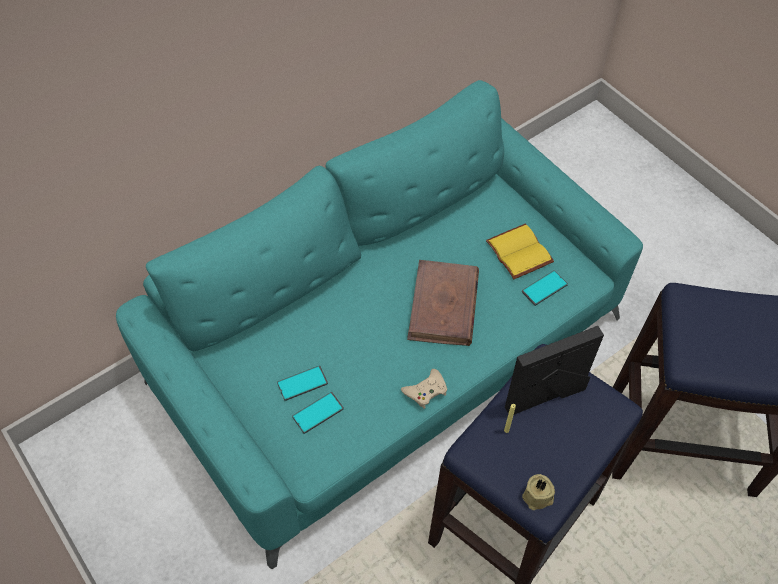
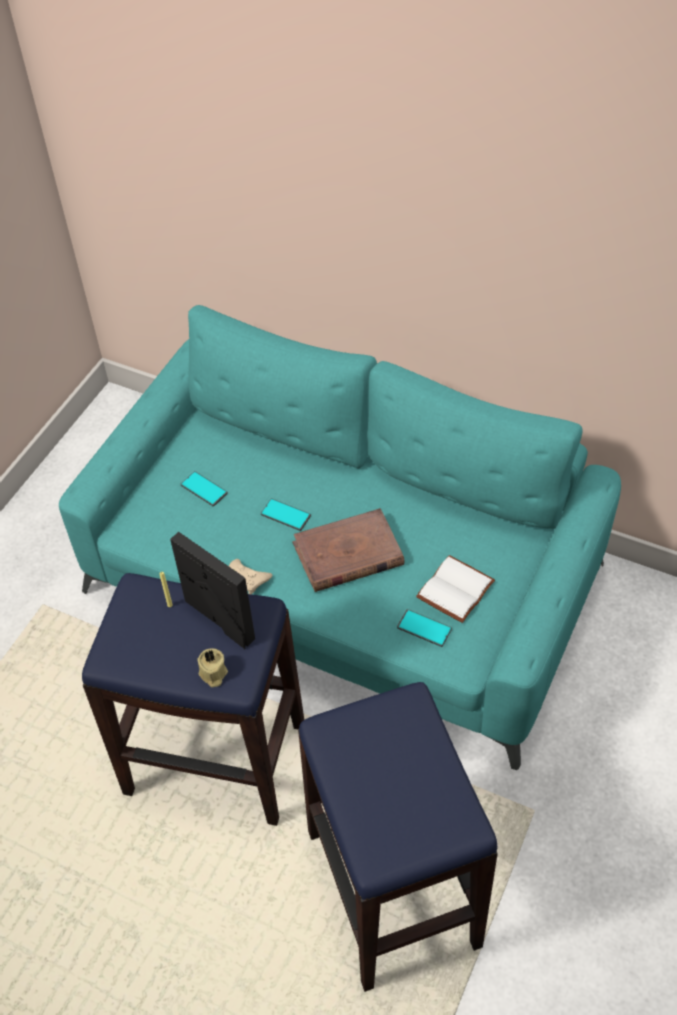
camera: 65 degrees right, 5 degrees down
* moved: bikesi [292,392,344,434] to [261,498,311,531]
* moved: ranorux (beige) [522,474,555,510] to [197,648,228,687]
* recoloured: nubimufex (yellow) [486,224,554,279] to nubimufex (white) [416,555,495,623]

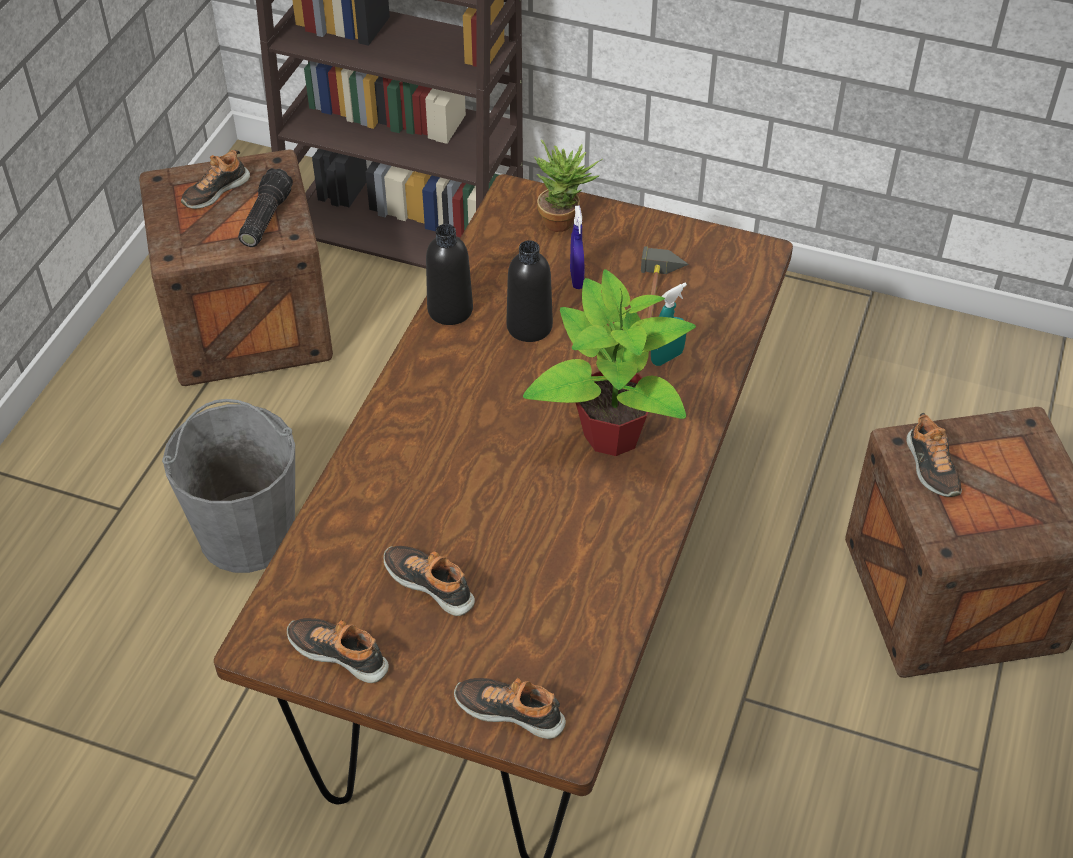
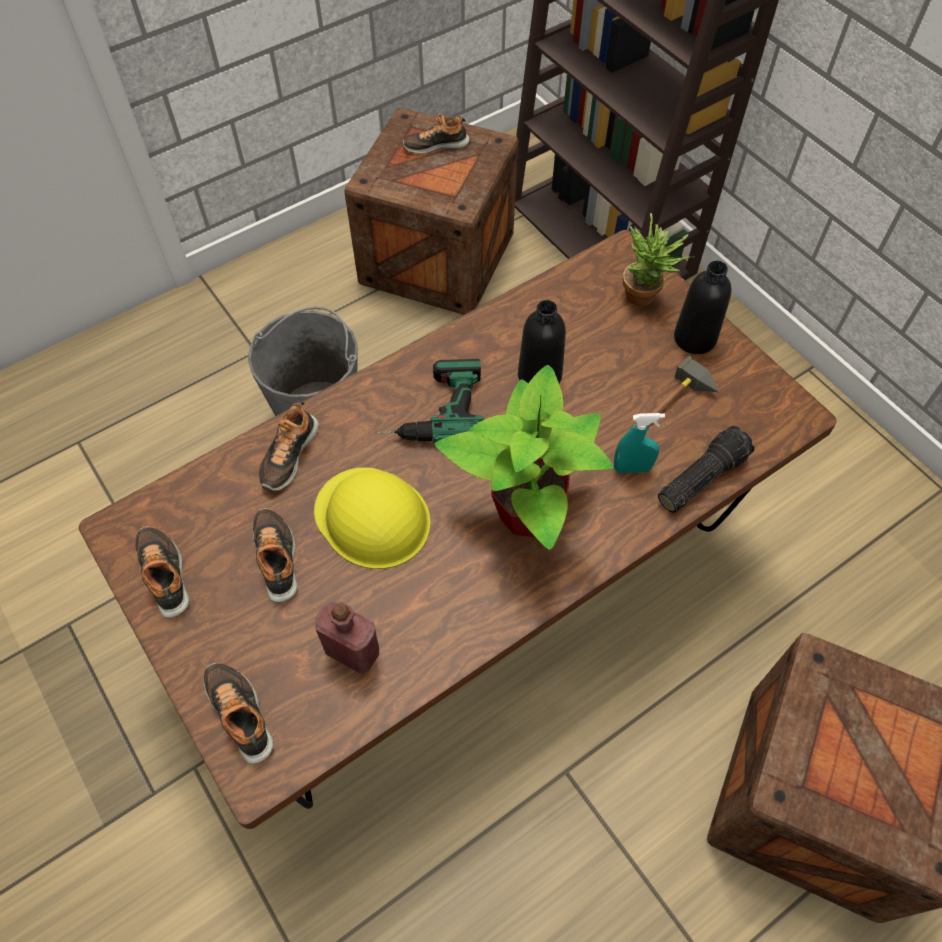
camera: 35 degrees right, 10 degrees up
* removed: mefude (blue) [570,206,584,289]
* added: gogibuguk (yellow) [314,467,431,569]
* added: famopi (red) [314,601,379,674]
* added: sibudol [375,359,484,442]
* moved: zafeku [238,168,293,247] to [658,426,755,513]
* moved: famopi (black) [426,224,473,325] to [674,261,732,354]
* moved: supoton [906,413,962,497] to [259,402,319,491]

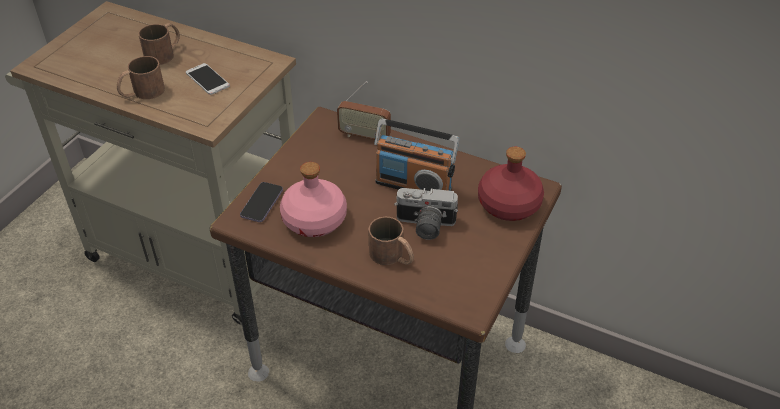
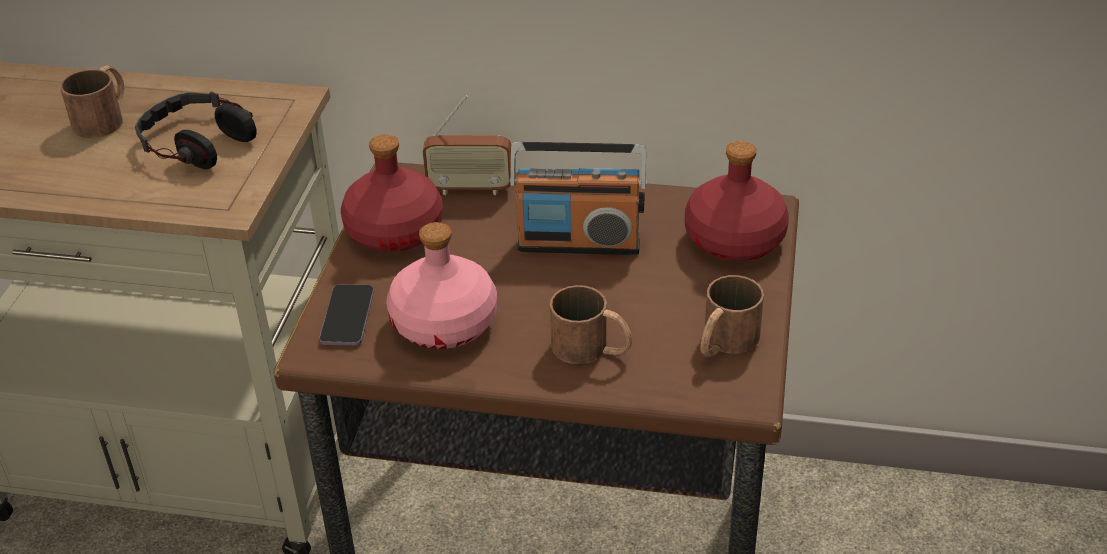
camera: 15 degrees left, 5 degrees down
* removed: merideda [394,188,458,240]
* added: famopi (red) [341,134,443,252]
* moved: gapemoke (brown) [117,56,165,99] to [700,275,764,357]
* replaced: bikesi [186,63,230,95] to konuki [135,91,257,169]

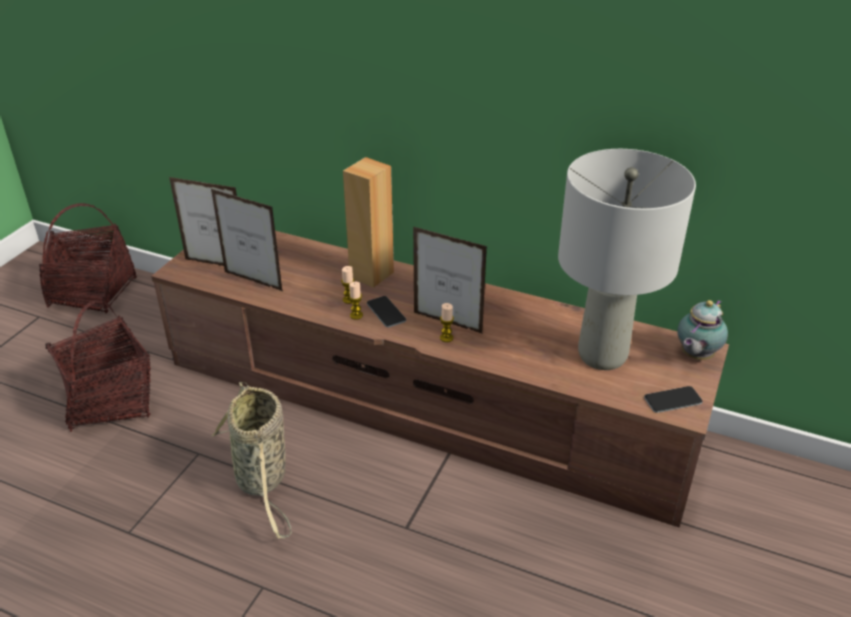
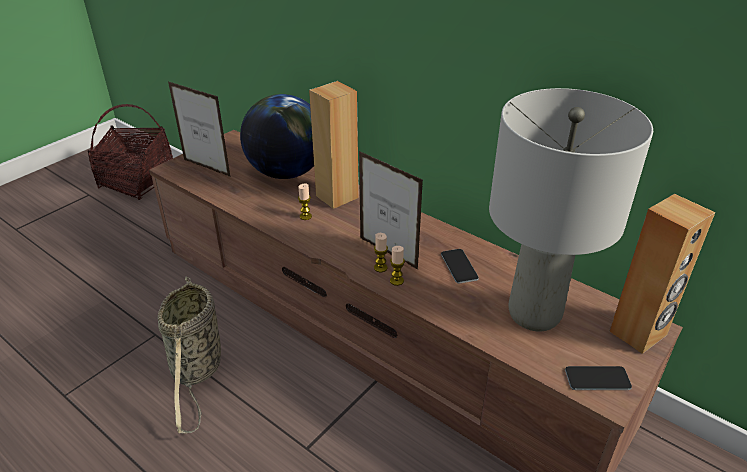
camera: 15 degrees right, 0 degrees up
* removed: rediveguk [46,300,151,432]
* removed: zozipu [211,189,282,291]
* added: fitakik [240,94,314,179]
* moved: ranorux [349,282,363,320] to [390,246,405,286]
* moved: bikesi [367,296,406,327] to [441,249,479,283]
* replaced: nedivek [677,300,728,360] to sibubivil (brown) [610,194,715,354]

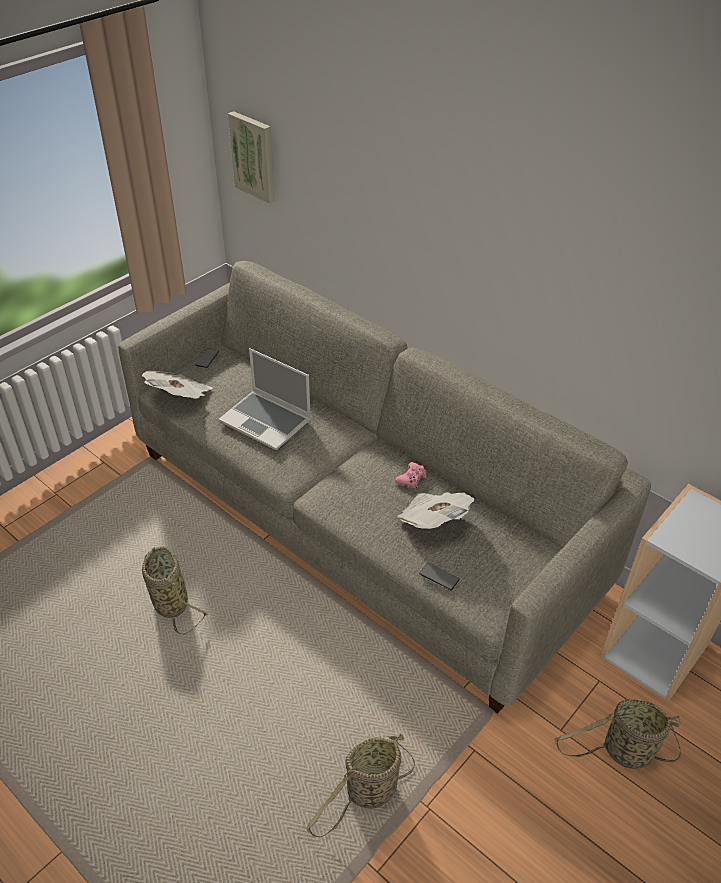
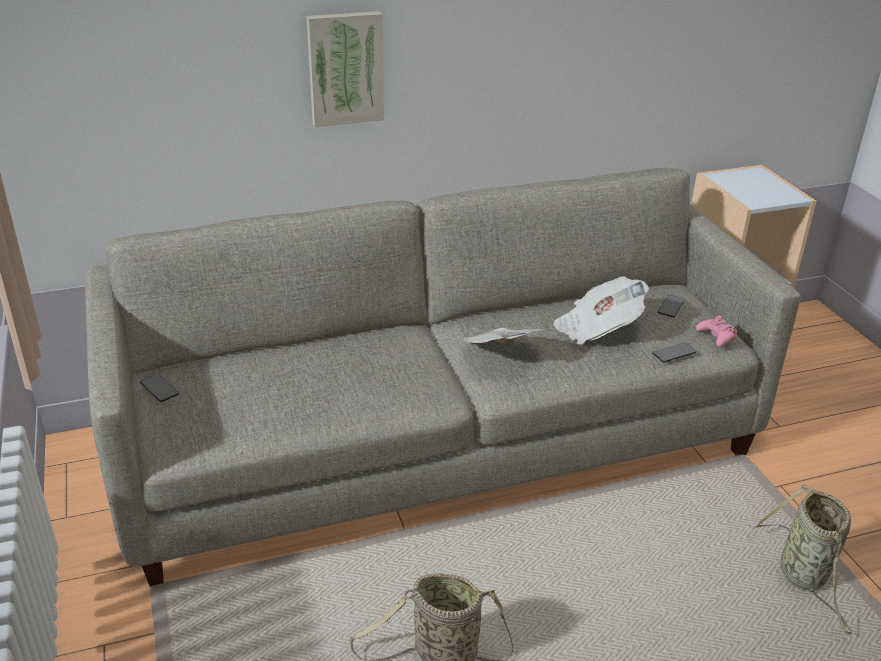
camera: 60 degrees left, 10 degrees down
* removed: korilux [219,348,311,450]
* removed: rediveguk [555,699,681,769]
* added: bikesi [657,295,685,317]
* moved: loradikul [142,370,213,399] to [460,328,542,343]
* moved: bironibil [228,111,275,204] to [306,11,384,127]
* moved: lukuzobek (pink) [395,462,426,488] to [696,315,737,347]

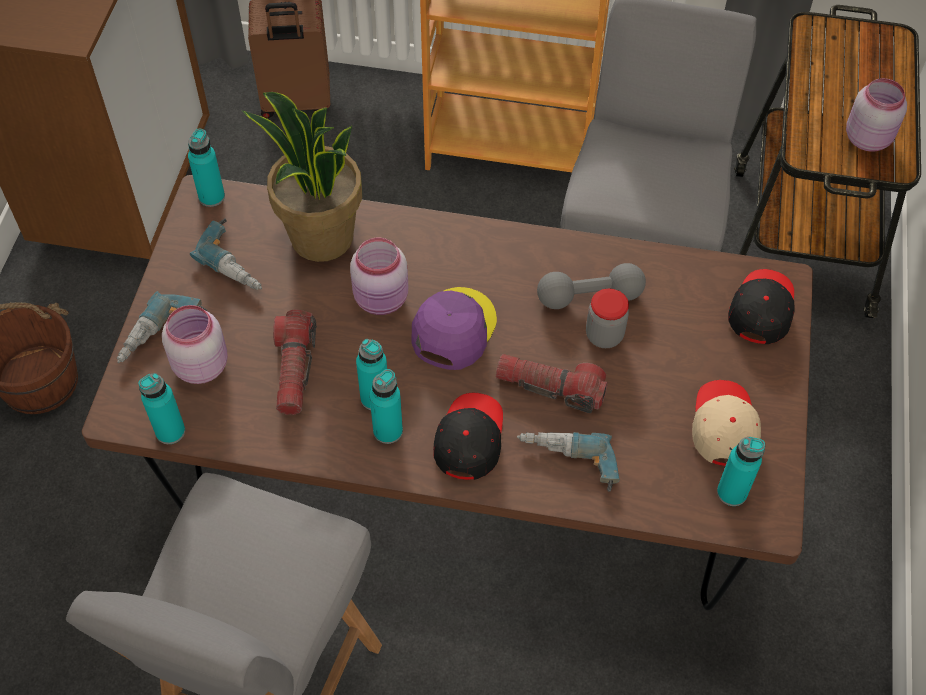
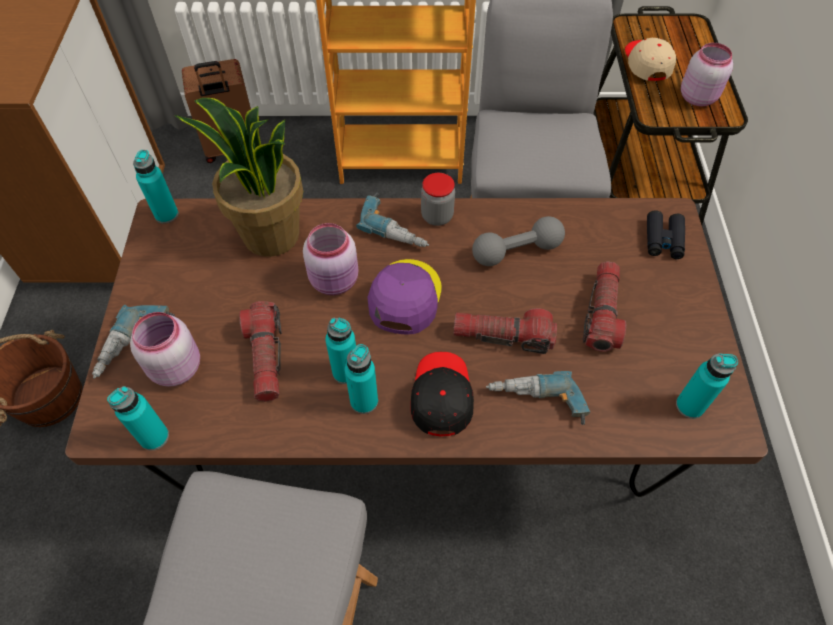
camera: 10 degrees left, 0 degrees up
* added: zafeku [583,261,626,352]
* moved: sibudol [190,218,262,290] to [356,193,429,247]
* moved: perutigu [586,289,629,348] to [421,173,455,226]
* moved: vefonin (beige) [692,380,761,466] to [625,38,676,81]
* replaced: vefonin (black) [728,269,795,344] to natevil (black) [647,211,685,259]

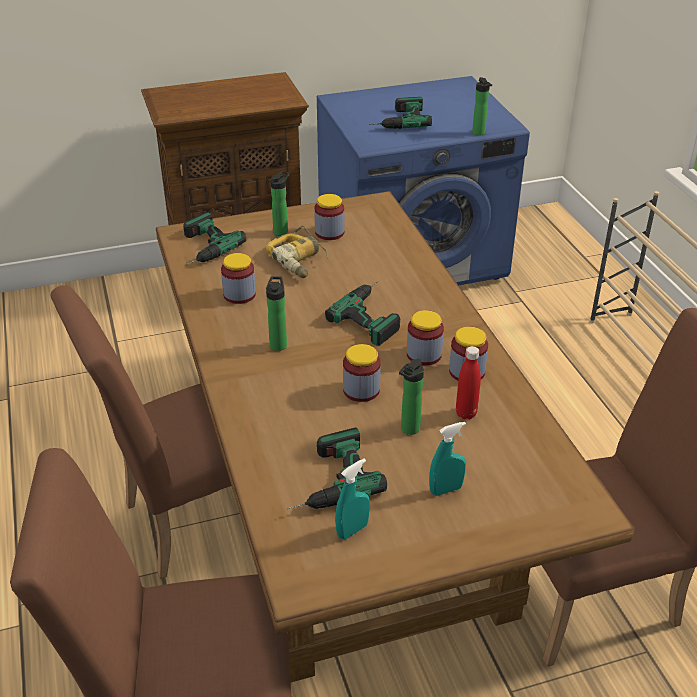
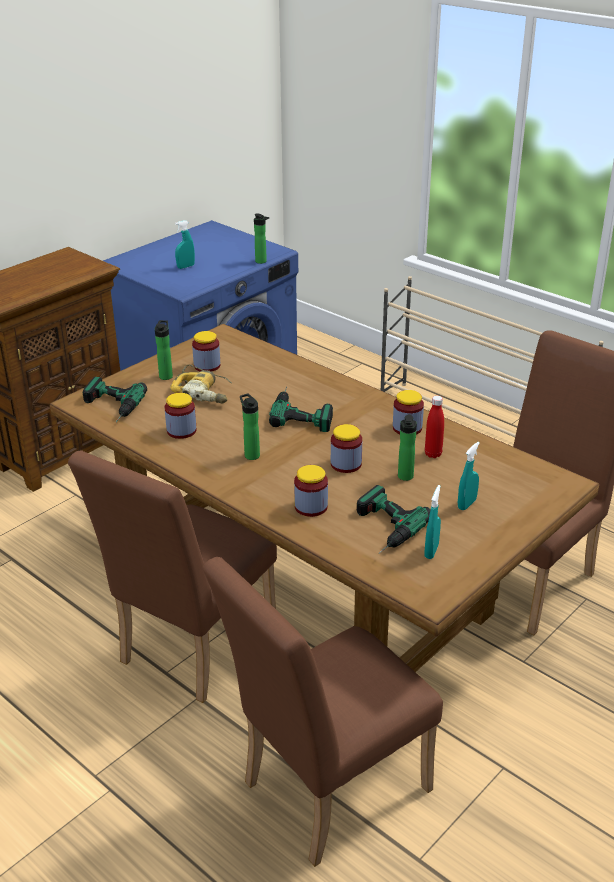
camera: 30 degrees left, 5 degrees down
* moved: perutigu [407,310,444,366] to [294,465,328,517]
* replaced: sibudol [369,97,432,129] to mefude (turquoise) [175,220,195,269]

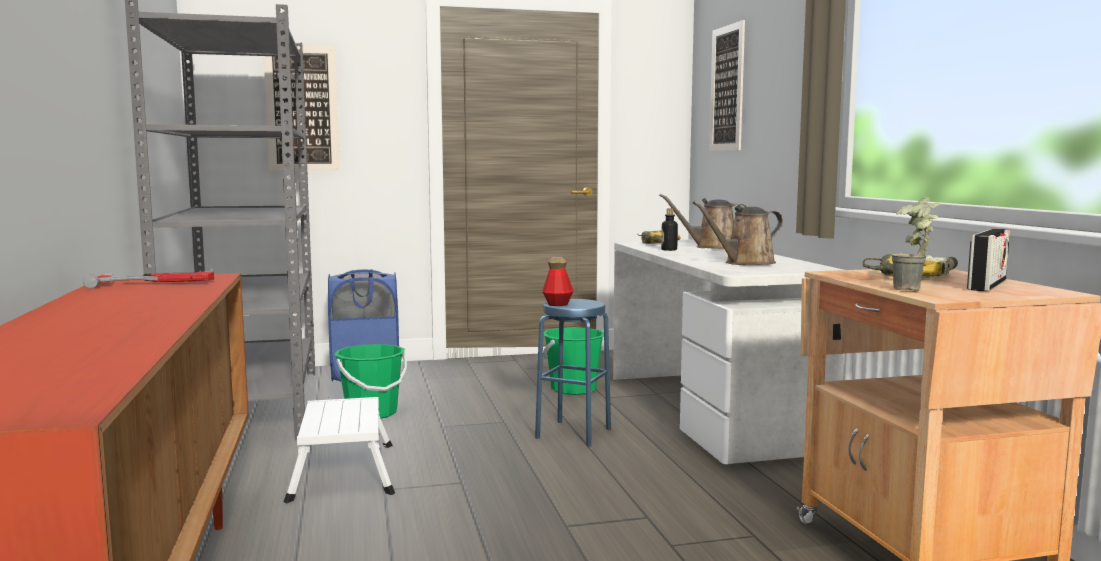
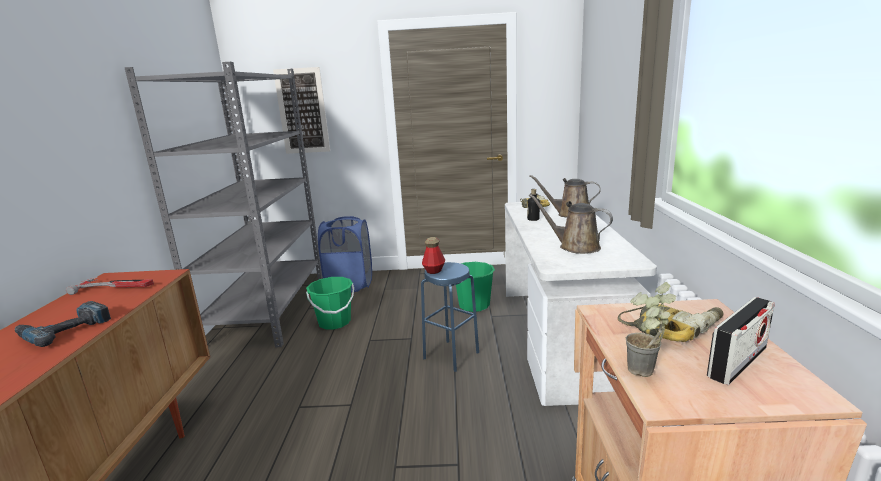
camera: 15 degrees right, 10 degrees up
* removed: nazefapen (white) [284,397,395,503]
* removed: bironibil [709,20,745,151]
* added: sibudol [15,301,111,347]
* turned: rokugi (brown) [693,201,783,265] = [529,194,613,254] 45 degrees clockwise

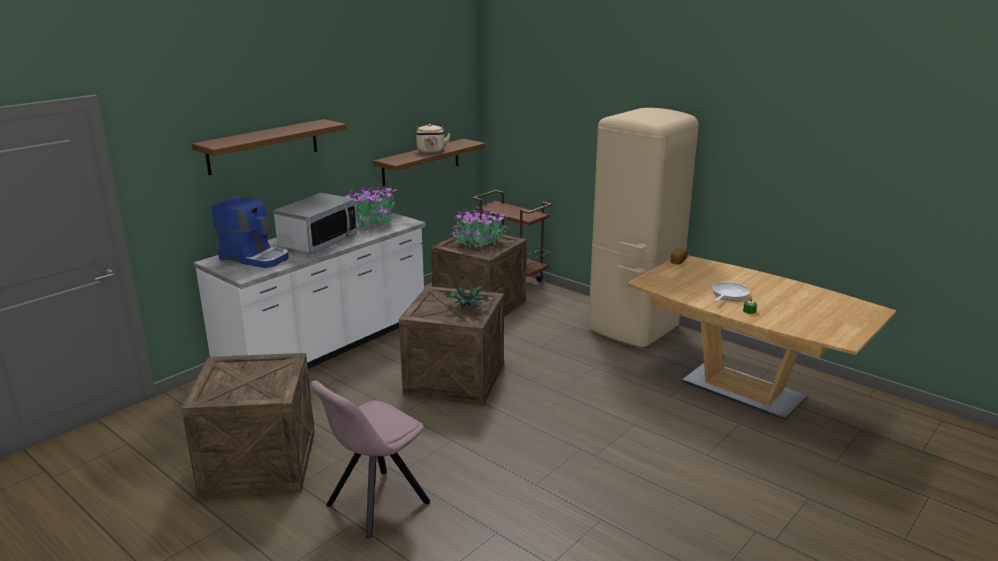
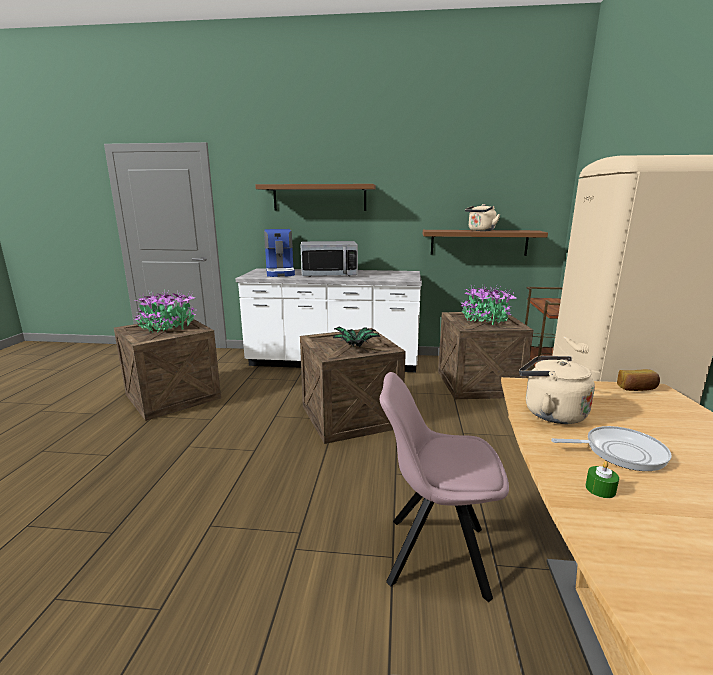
camera: 55 degrees right, 5 degrees down
* added: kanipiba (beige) [519,356,595,424]
* moved: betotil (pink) [311,380,430,538] to [380,372,509,602]
* moved: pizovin [344,182,397,229] to [134,289,196,333]

